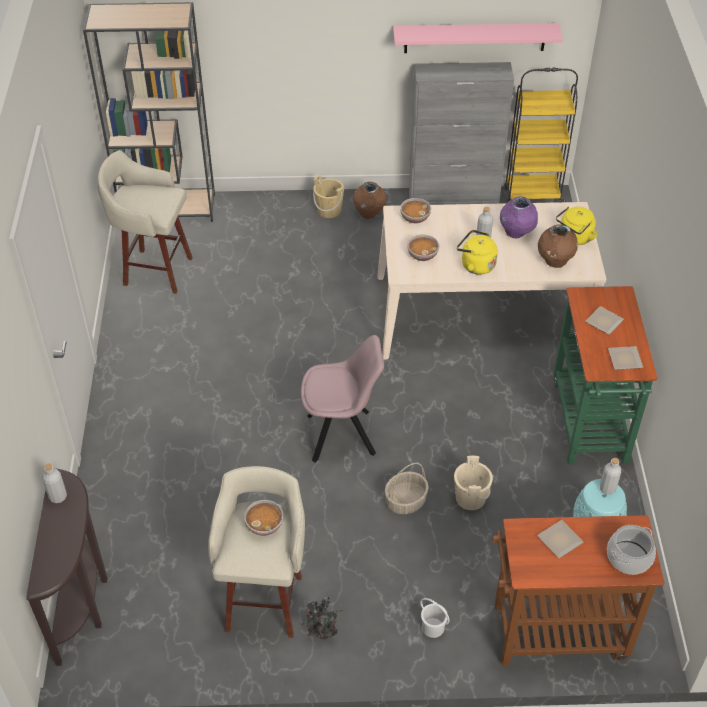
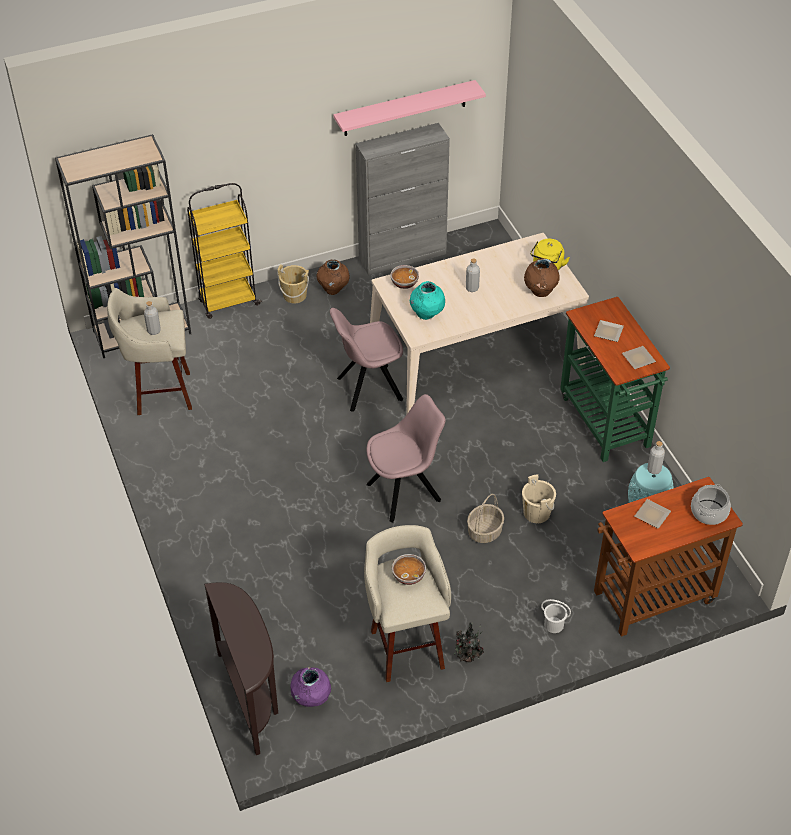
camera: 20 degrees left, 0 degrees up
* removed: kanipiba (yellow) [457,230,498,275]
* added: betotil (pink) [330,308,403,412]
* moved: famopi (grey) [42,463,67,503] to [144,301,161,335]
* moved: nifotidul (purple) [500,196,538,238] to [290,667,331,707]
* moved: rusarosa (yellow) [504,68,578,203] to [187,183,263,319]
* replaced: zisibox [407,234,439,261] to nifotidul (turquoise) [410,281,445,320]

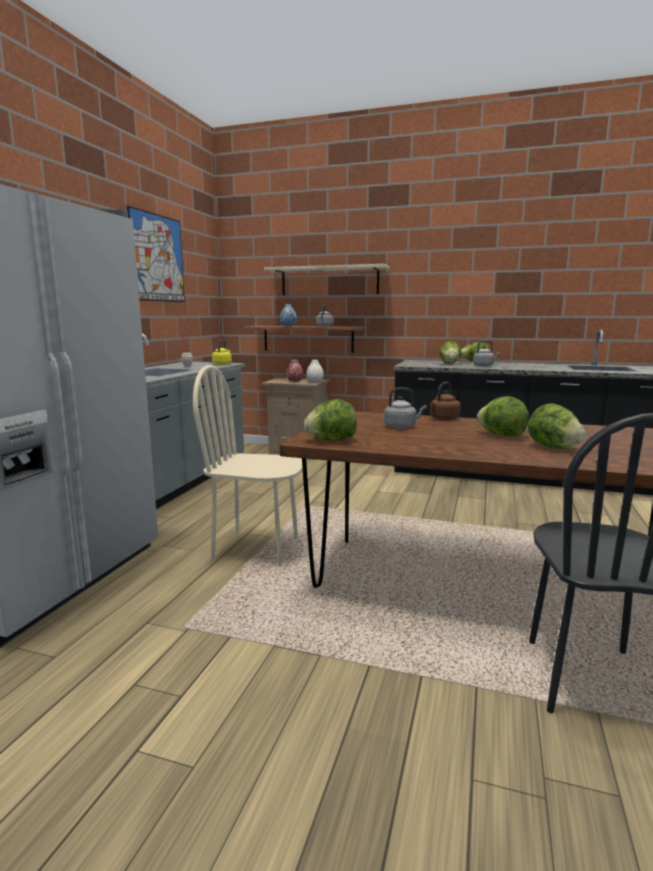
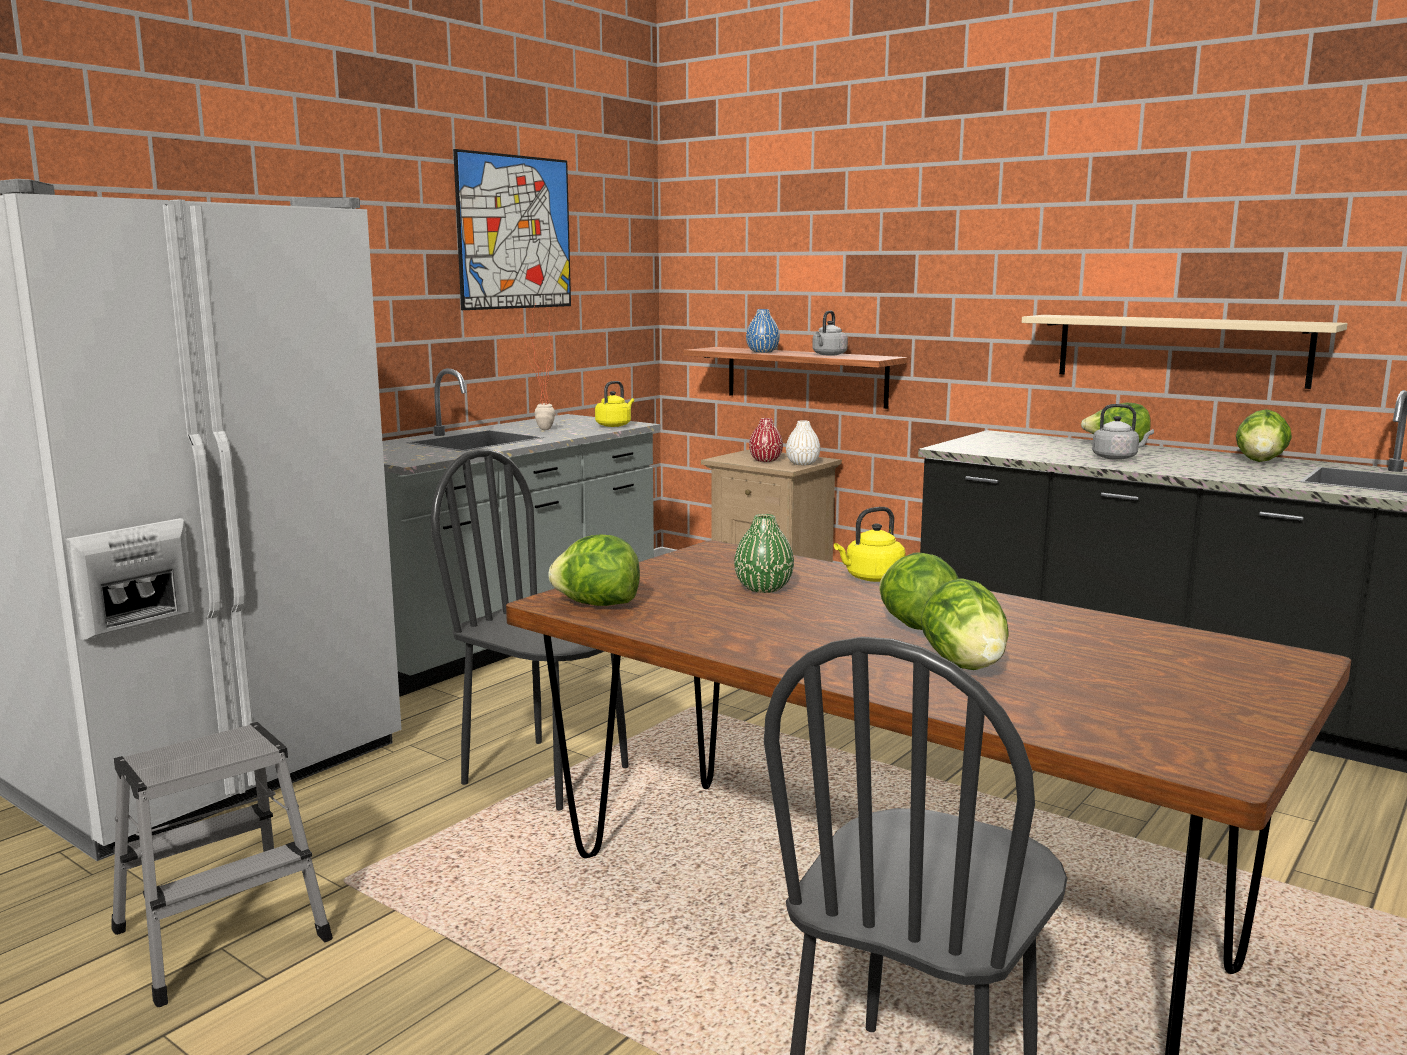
camera: 20 degrees right, 0 degrees up
* added: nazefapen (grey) [111,722,333,1007]
* moved: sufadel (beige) [264,264,390,295] to [1022,315,1347,389]
* moved: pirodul [439,341,462,364] to [1236,409,1292,462]
* replaced: kanipiba (grey) [384,388,426,429] to nifotidul (green) [734,514,794,593]
* recoloured: betotil (beige) [193,365,303,566] to betotil (black) [431,449,629,810]
* recoloured: kanipiba (brown) [430,382,461,420] to kanipiba (yellow) [834,507,906,582]

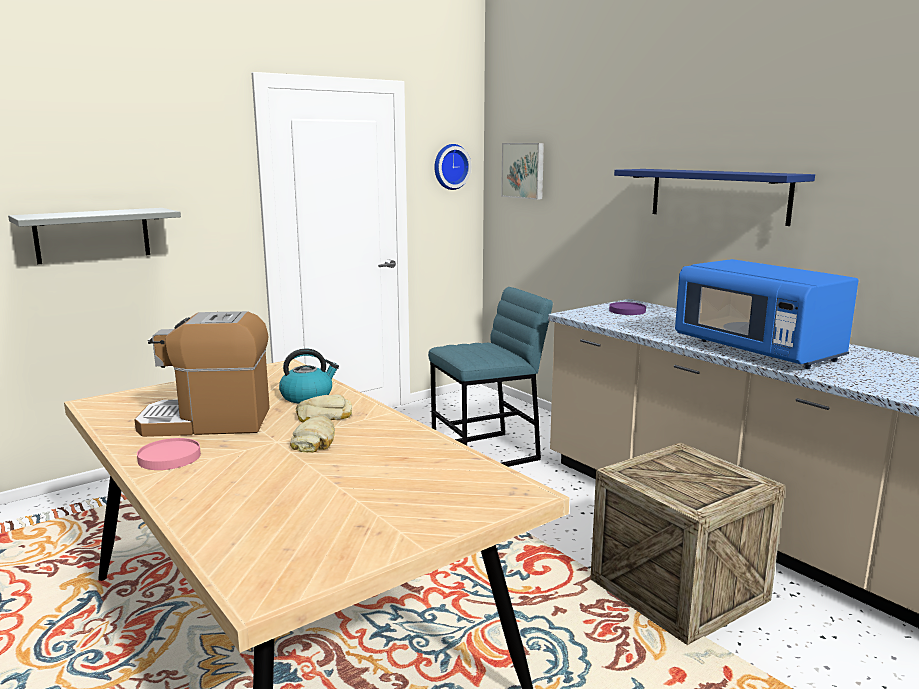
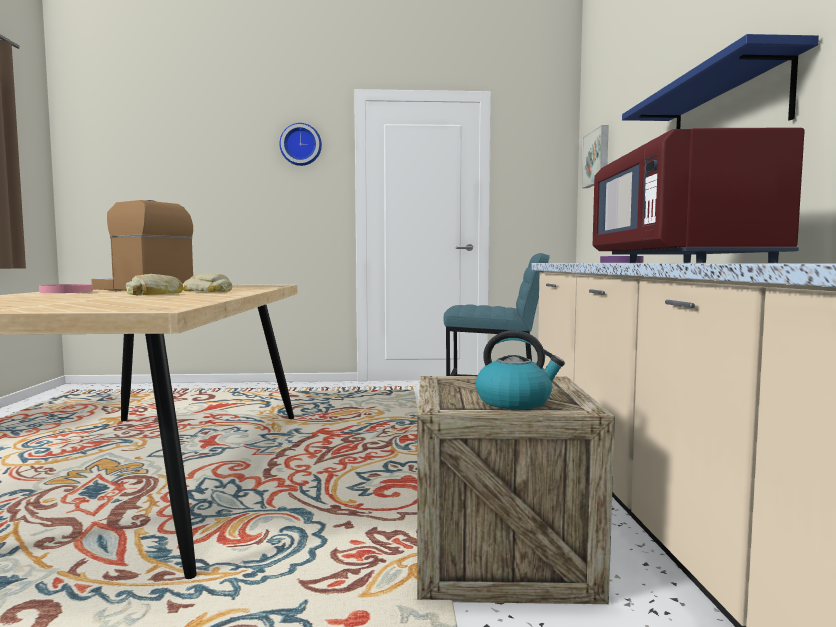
camera: 35 degrees right, 10 degrees down
* removed: sufadel (grey) [8,208,181,264]
* moved: kanipiba [279,349,339,404] to [476,330,565,409]
* moved: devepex [434,144,471,190] to [279,123,322,166]
* recoloured: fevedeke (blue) [675,259,858,369] to fevedeke (red) [592,127,805,263]

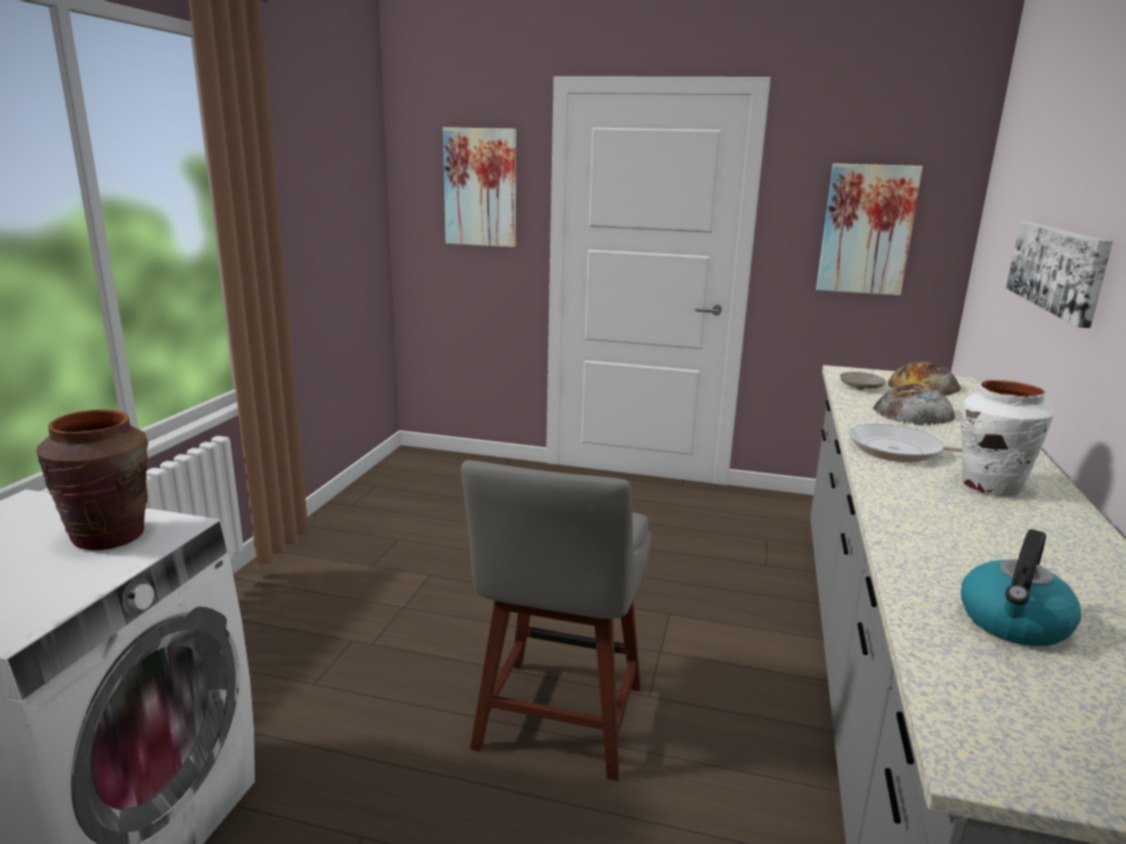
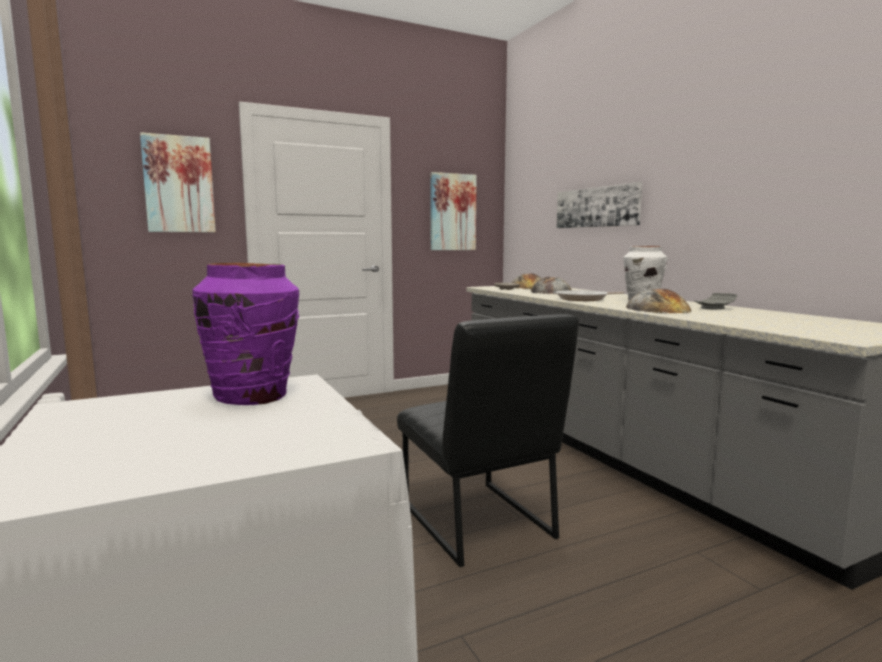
camera: 40 degrees left, 10 degrees down
* removed: kanipiba [961,529,1081,646]
* added: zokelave [626,289,691,313]
* added: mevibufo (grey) [694,293,737,310]
* replaced: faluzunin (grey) [461,460,651,781] to betotil (black) [397,314,579,567]
* recoloured: nifotidul (brown) [36,410,148,551] to nifotidul (purple) [192,263,299,405]

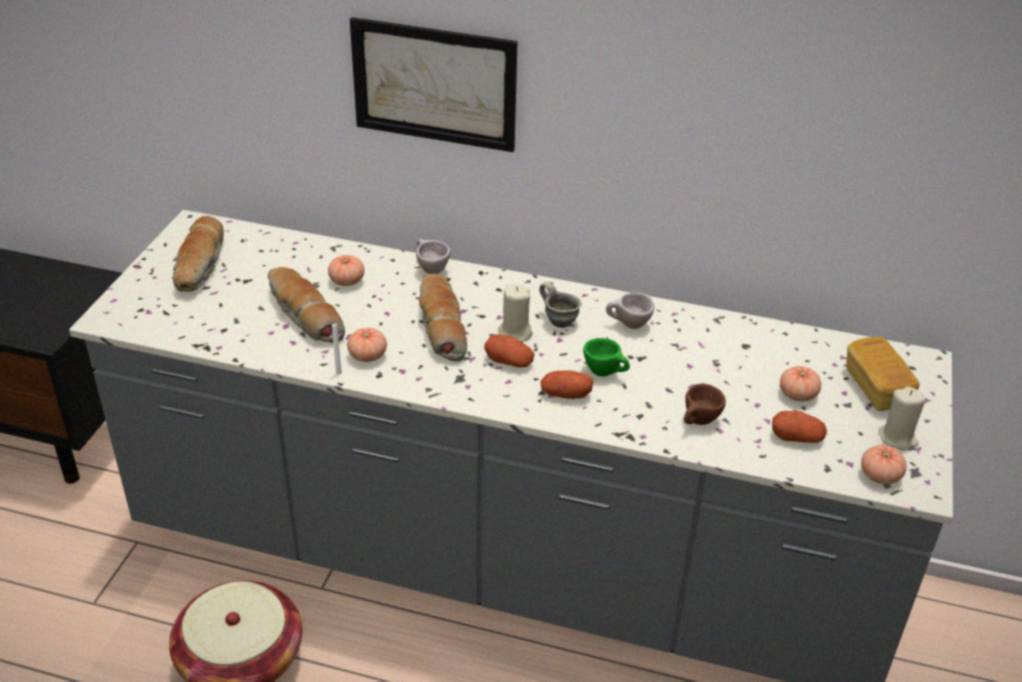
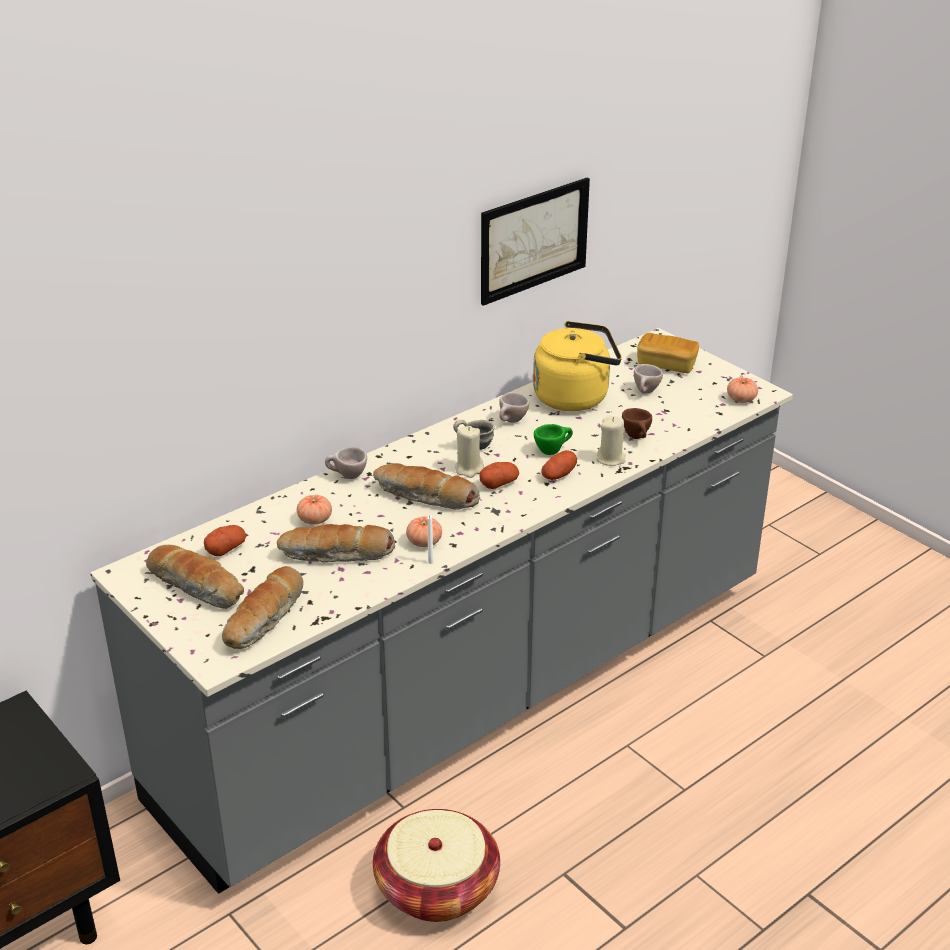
camera: 55 degrees left, 5 degrees down
* added: zokelave [222,566,304,649]
* added: kanipiba (yellow) [533,321,622,411]
* moved: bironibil [350,17,518,152] to [481,178,590,306]
* moved: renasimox [772,411,827,443] to [204,525,246,556]
* moved: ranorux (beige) [879,387,926,451] to [596,416,626,466]
* replaced: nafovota [780,366,821,402] to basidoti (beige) [634,364,663,394]

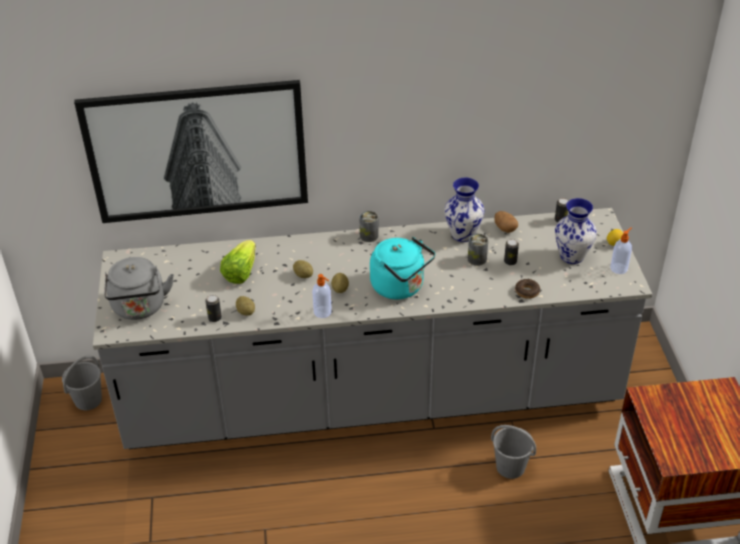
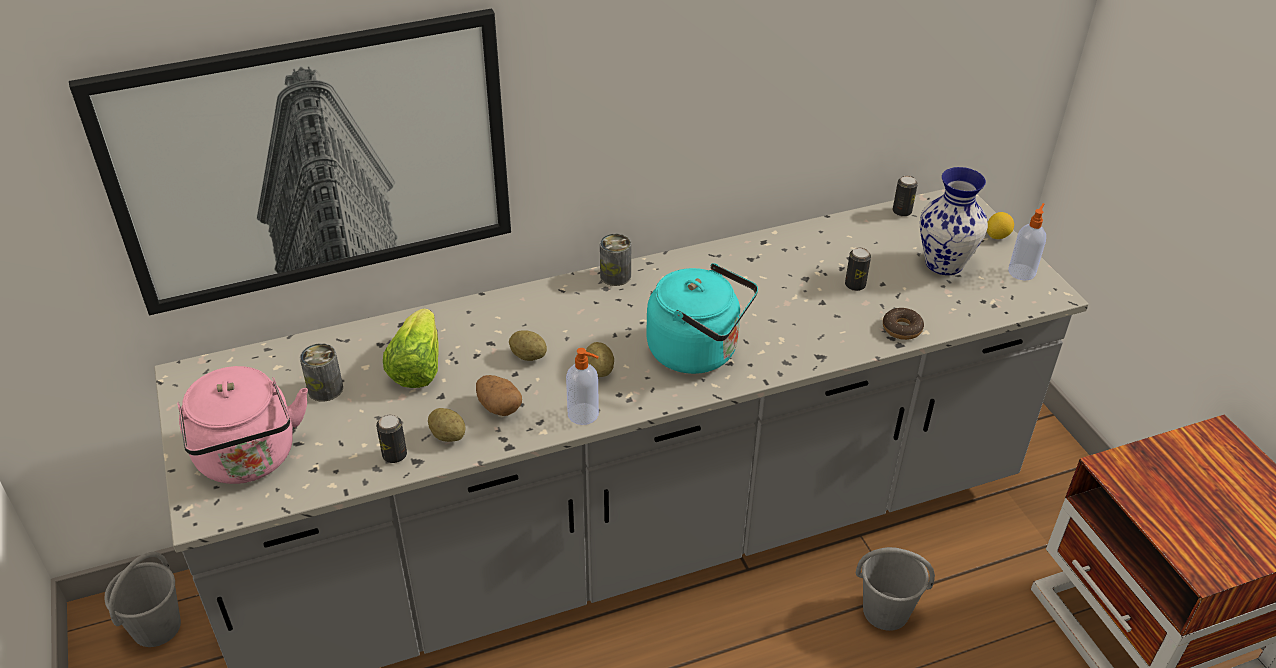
camera: 15 degrees left, 0 degrees up
* removed: nifotidul [444,178,485,242]
* moved: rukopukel [468,234,488,266] to [300,343,343,402]
* moved: renasimox [495,211,518,233] to [476,375,522,416]
* recoloured: kanipiba (grey) [104,257,174,320] to kanipiba (pink) [177,366,308,484]

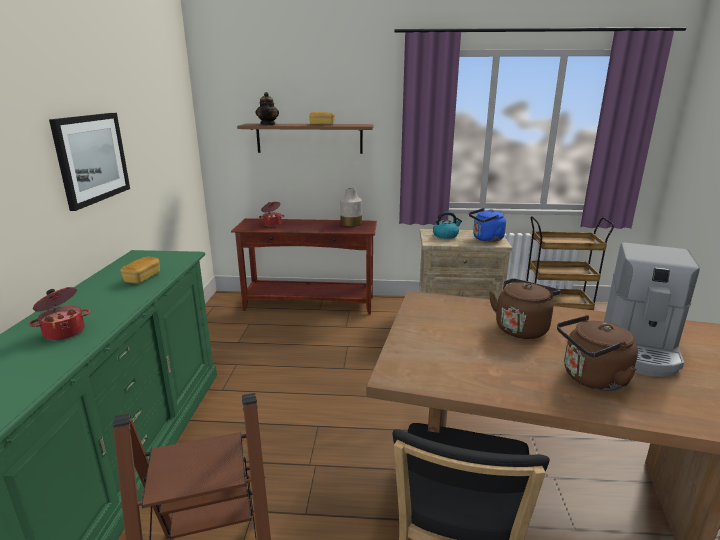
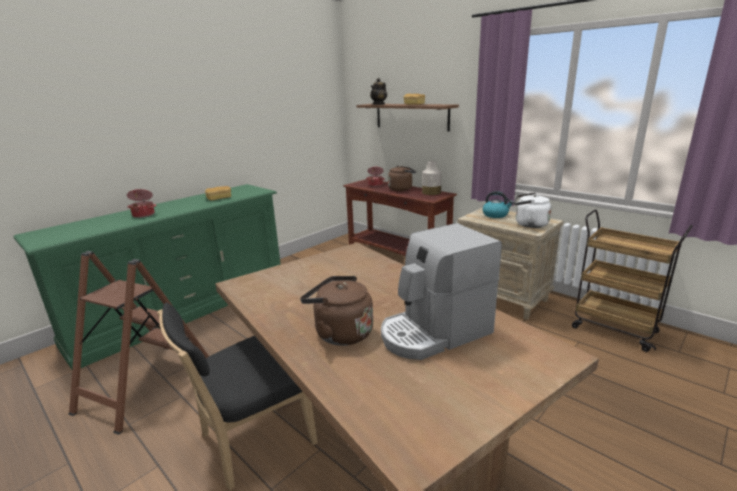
camera: 40 degrees right, 0 degrees up
* removed: bironibil [49,113,130,211]
* moved: kanipiba (brown) [489,278,561,339] to [388,165,416,191]
* recoloured: kanipiba (blue) [469,208,506,242] to kanipiba (white) [514,193,551,228]

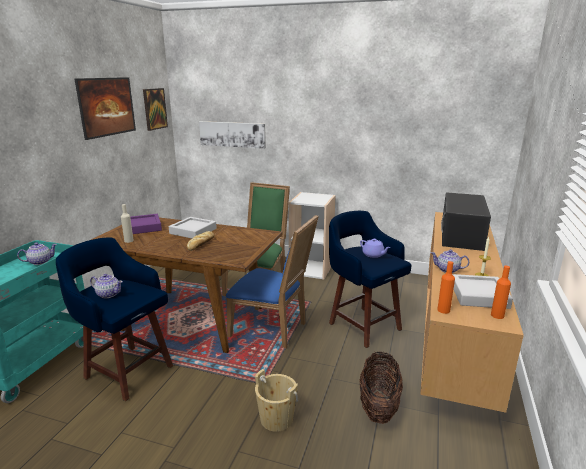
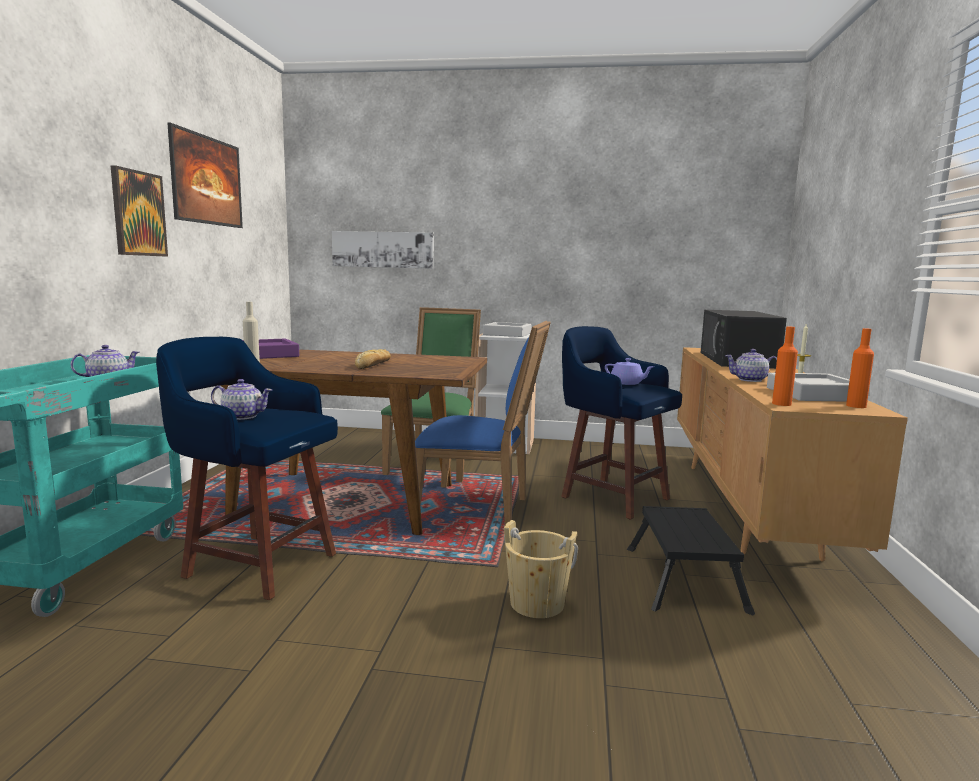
camera: 10 degrees left, 10 degrees down
* moved: bironibil [143,88,168,131] to [110,165,168,257]
* moved: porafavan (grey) [169,217,217,239] to [483,322,532,337]
* replaced: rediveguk [359,352,403,424] to nazefapen (black) [627,506,755,616]

